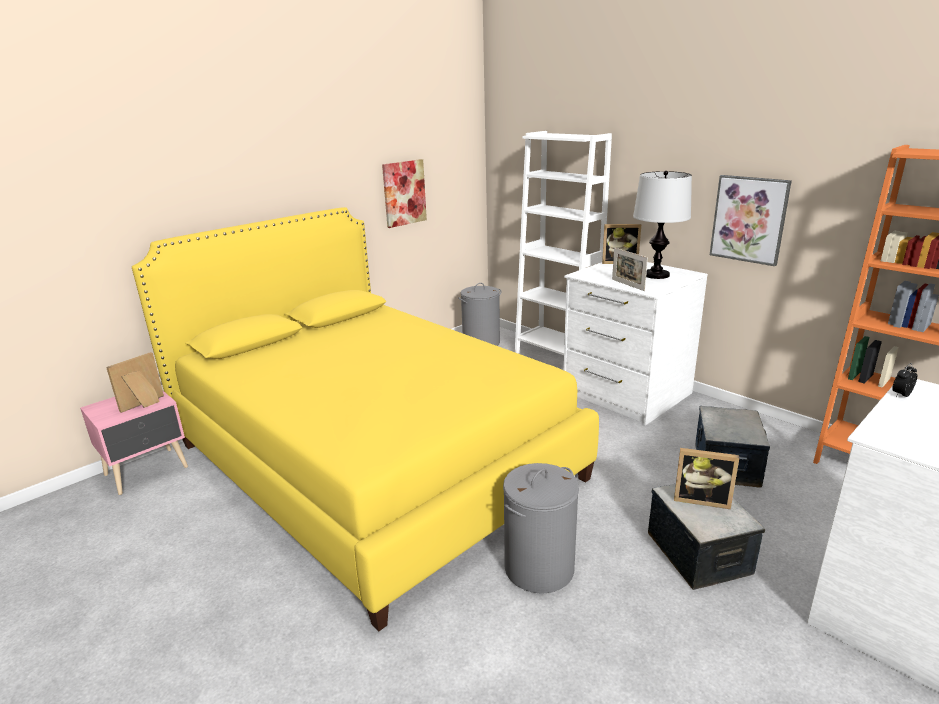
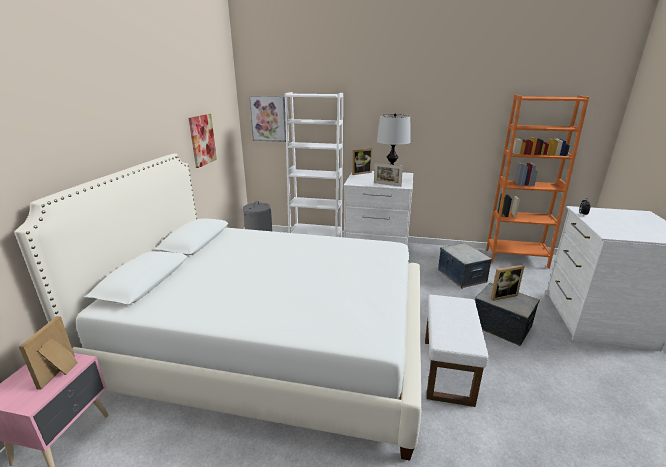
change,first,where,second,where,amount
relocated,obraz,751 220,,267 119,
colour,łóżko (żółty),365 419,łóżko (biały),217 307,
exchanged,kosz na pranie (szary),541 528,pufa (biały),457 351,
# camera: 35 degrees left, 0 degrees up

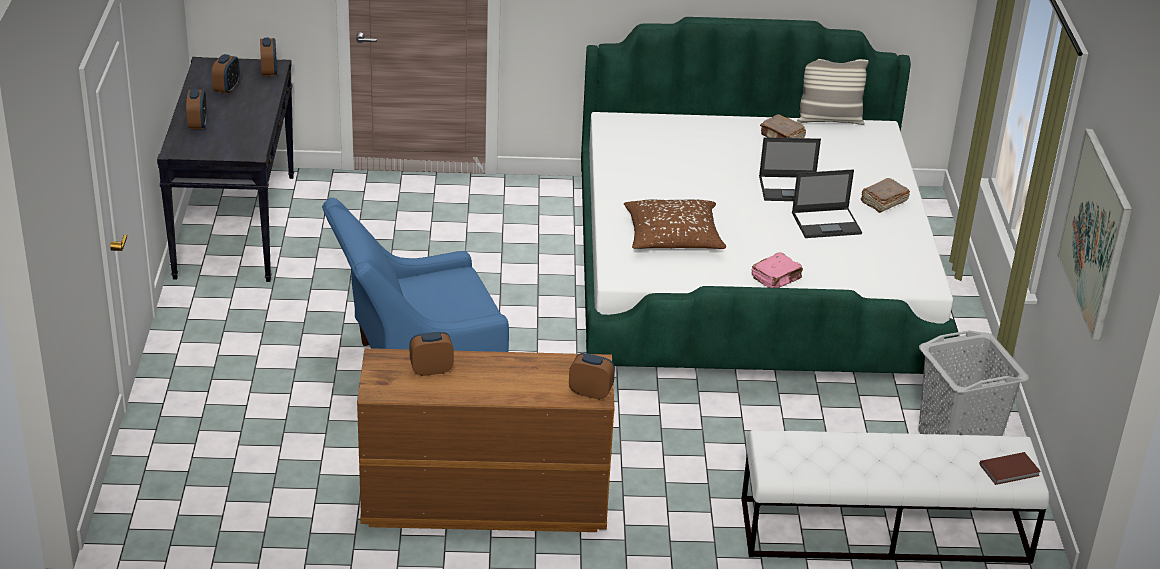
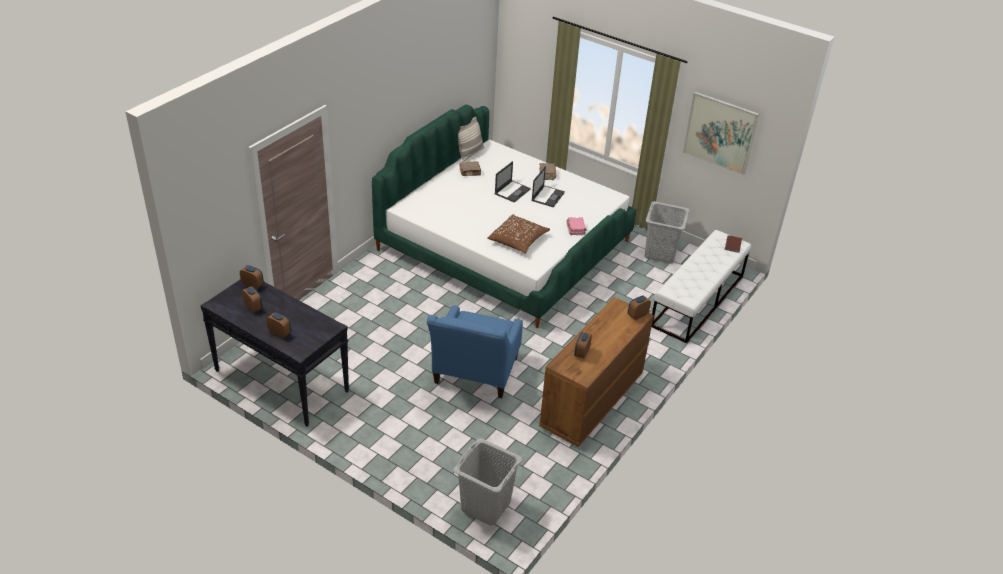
change,first,where,second,where,amount
appeared,,,kosz na pranie (szary),488 482,
# camera: 55 degrees left, 5 degrees up

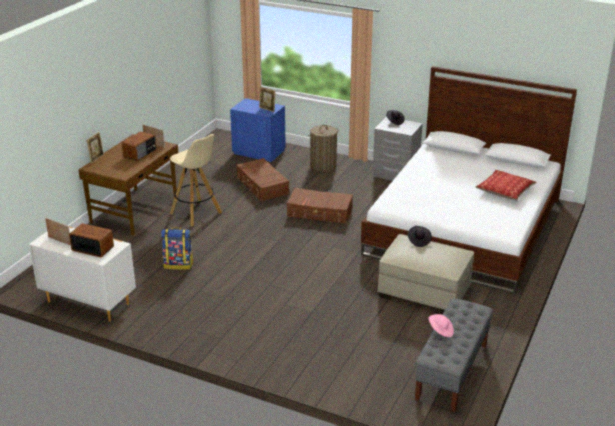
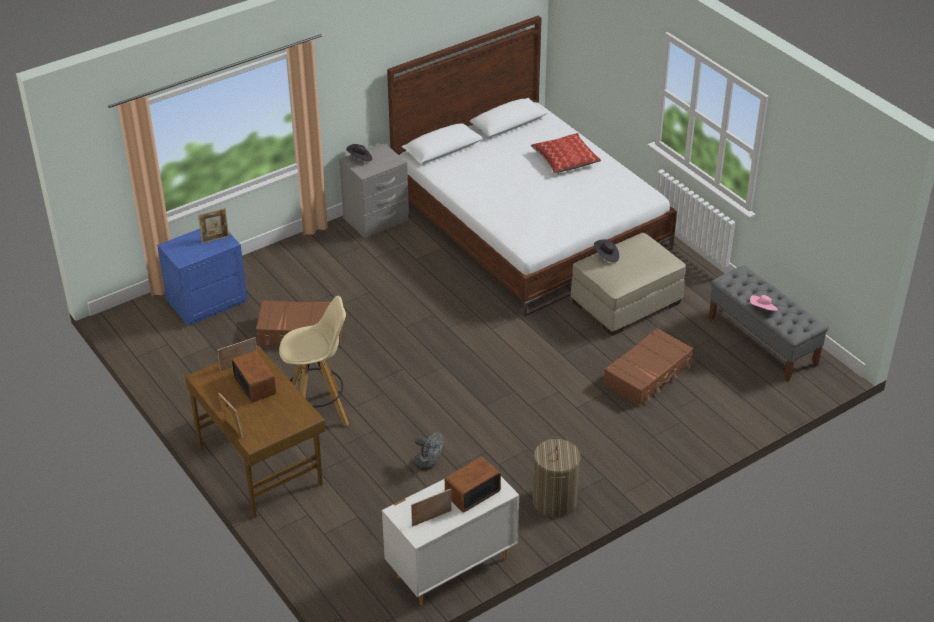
change,first,where,second,where,amount
relocated,kosz na pranie,324 148,,557 477,
relocated,walizka (brązowy),320 206,,648 367,
exchanged,plecak,177 248,wentylator (szary),428 451,
# camera: 60 degrees left, 10 degrees up

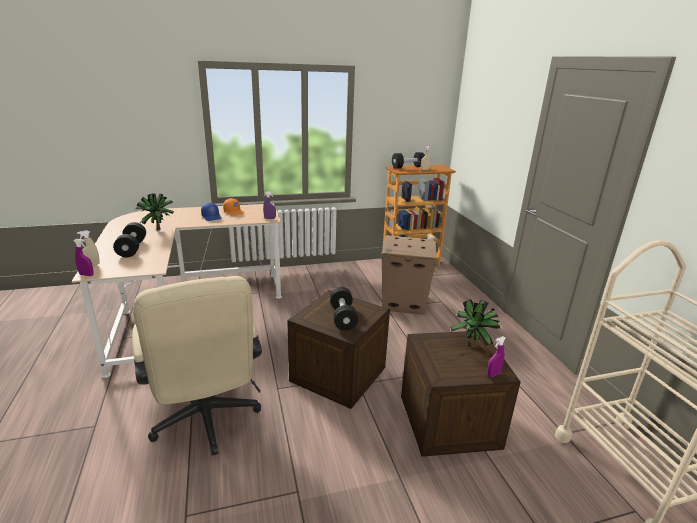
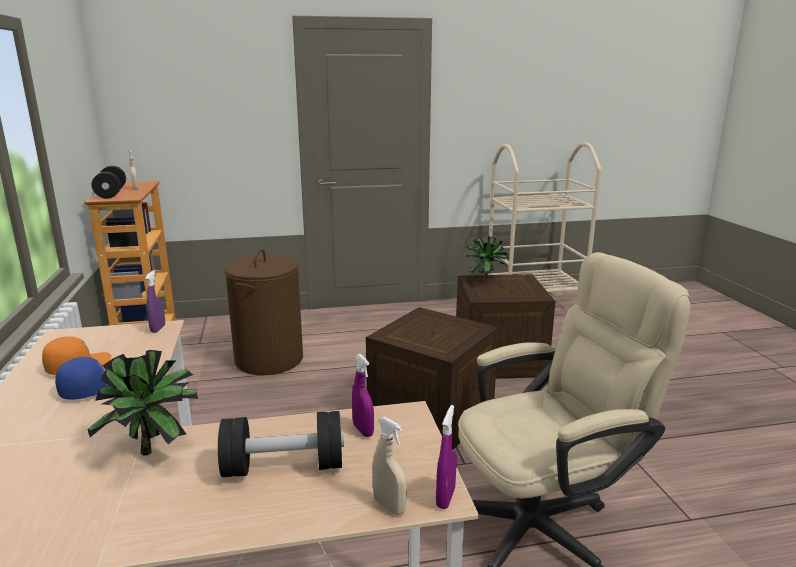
change,first,where,second,where,amount
exchanged,karton,408 275,kosz na pranie (brązowy),263 312,
missing,hantel (czarny),344 308,,,
relocated,spryskiwacz (fioletowy),496 356,,363 395,
# camera: 85 degrees left, 5 degrees down

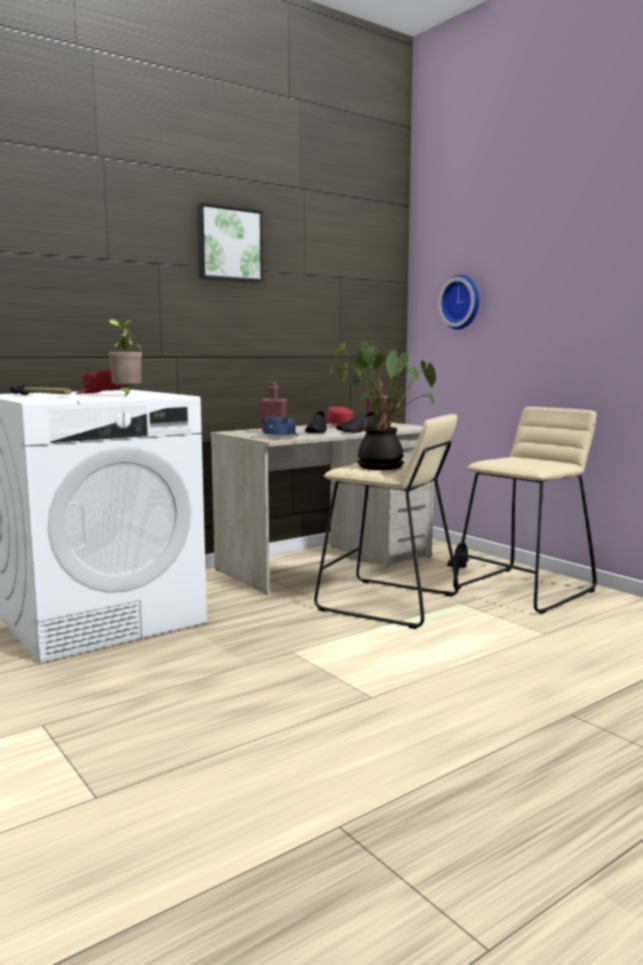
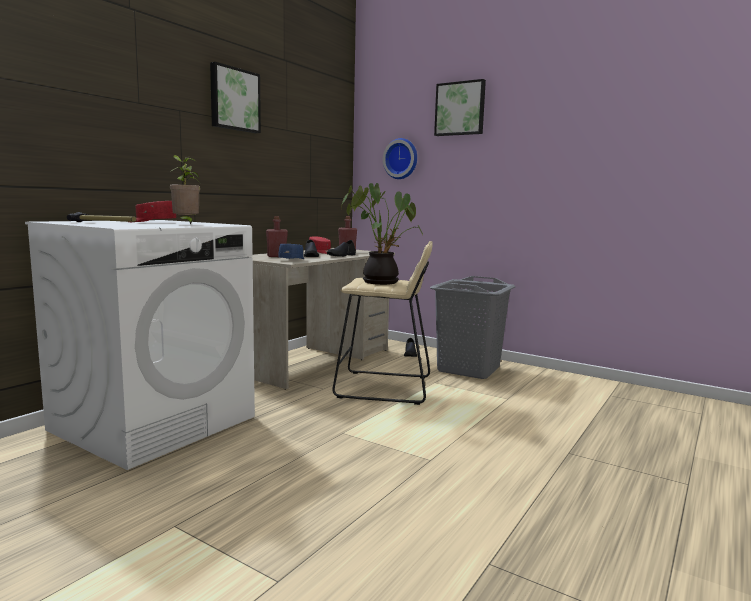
change,first,where,second,where,amount
exchanged,stołek (beżowy),525 510,kosz na pranie (szary),473 327,
appeared,,,obraz,460 107,
# camera: 20 degrees left, 0 degrees up

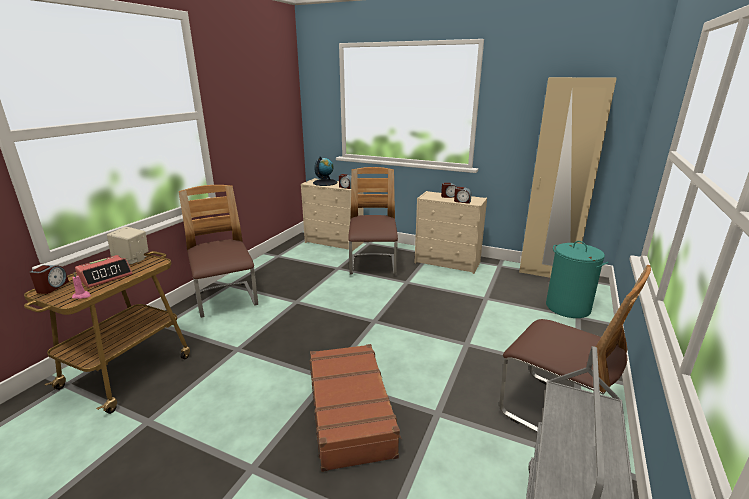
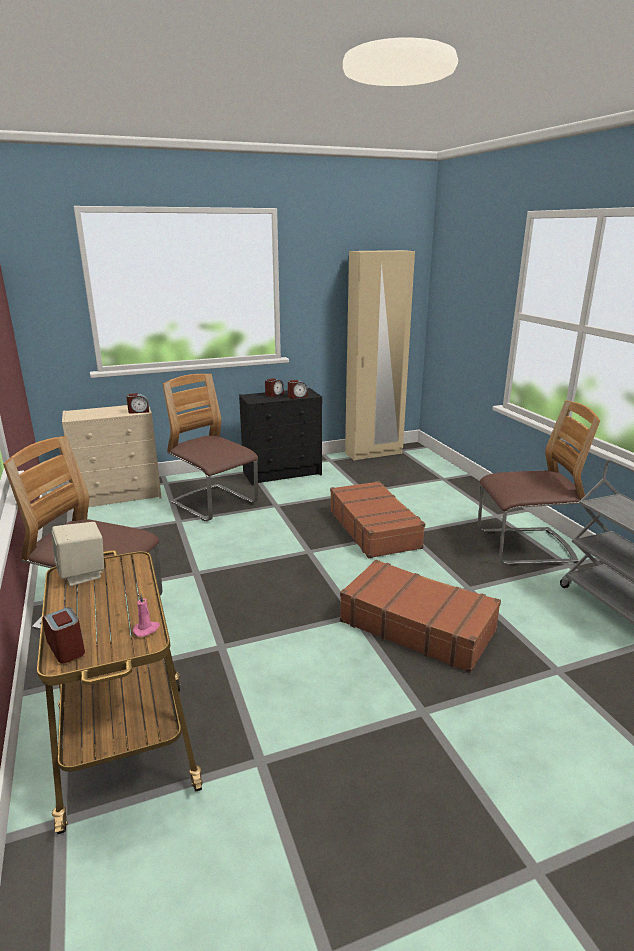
change,first,where,second,where,amount
missing,globus,325 171,,,
colour,komoda (beżowy),450 232,komoda (czarny),280 436,
missing,kosz na pranie (turkusowy),577 279,,,
missing,budzik,103 271,,,
appeared,,,walizka (brązowy),377 519,
# camera: 45 degrees left, 0 degrees up

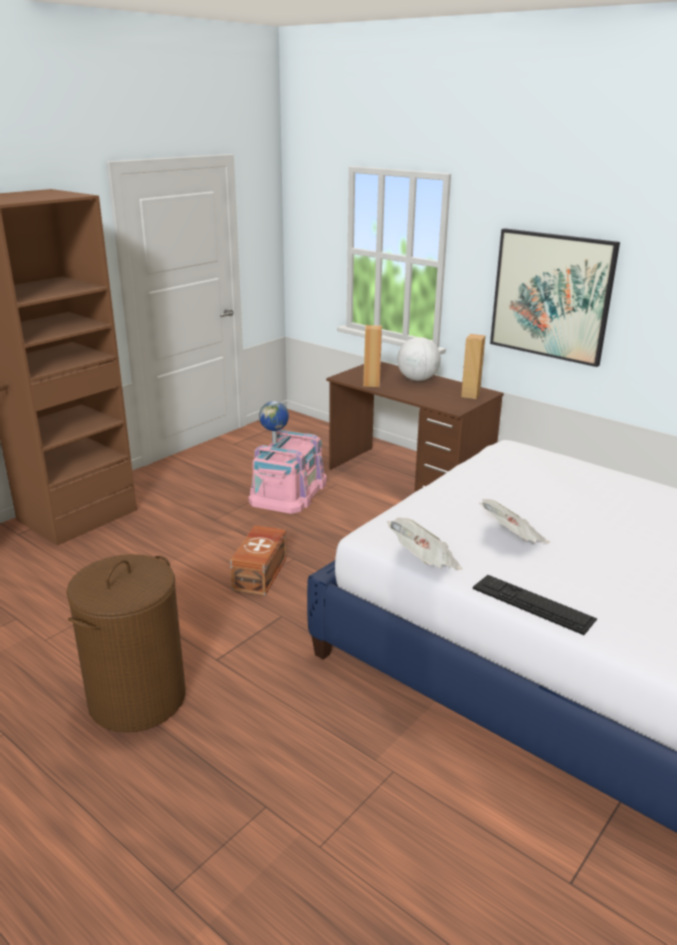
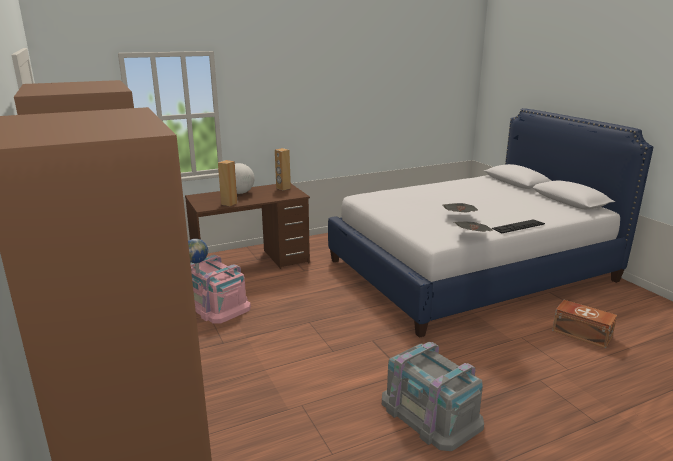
change,first,where,second,where,amount
missing,obraz,555 297,,,
relocated,pojemnik do przechowywania (brązowy),258 560,,584 324,
exchanged,kosz na pranie (brązowy),125 643,pojemnik do przechowywania (szary),433 396,
# camera: 65 degrees left, 5 degrees down

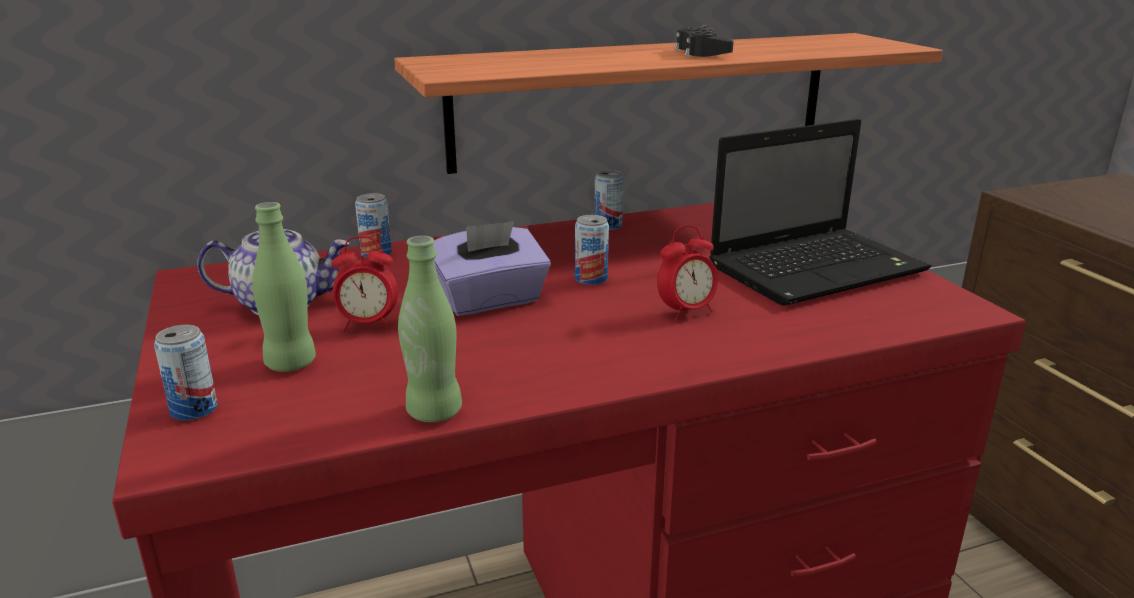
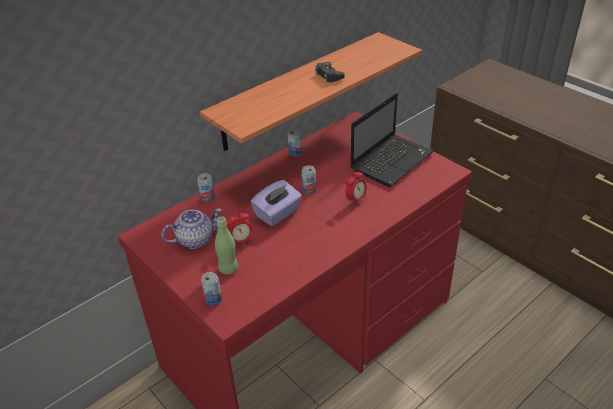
change,first,where,second,where,amount
missing,butelka (zielony),430 329,,,
# camera: 20 degrees left, 15 degrees up

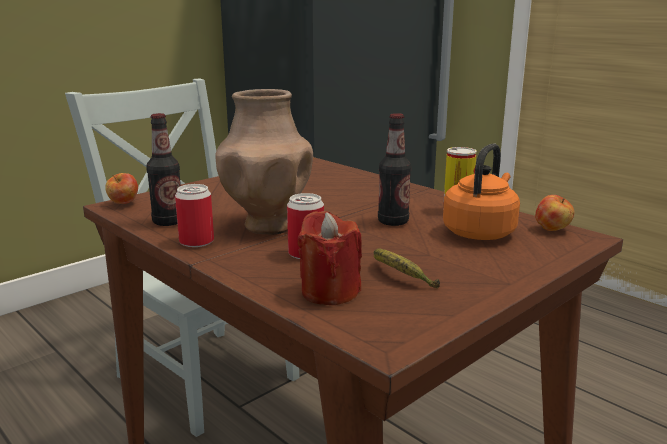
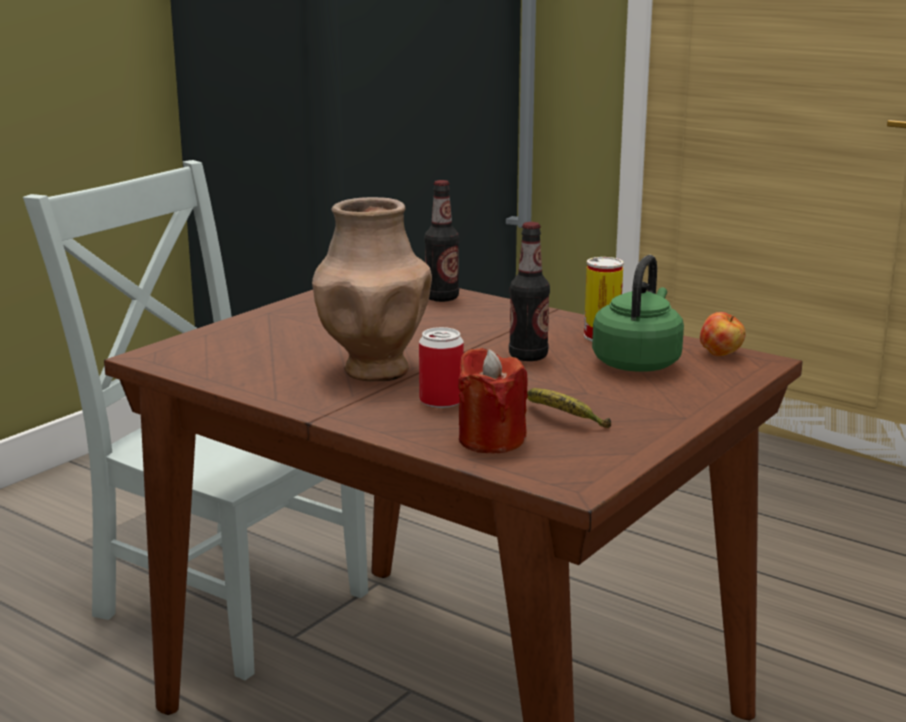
change,first,where,second,where,amount
relocated,butelka,163 169,,441 241,
colour,czajnik (pomarańczowy),481 191,czajnik (zielony),638 313,
missing,jabłko,121 188,,,
missing,puszka,194 215,,,
# camera: 10 degrees left, 0 degrees up

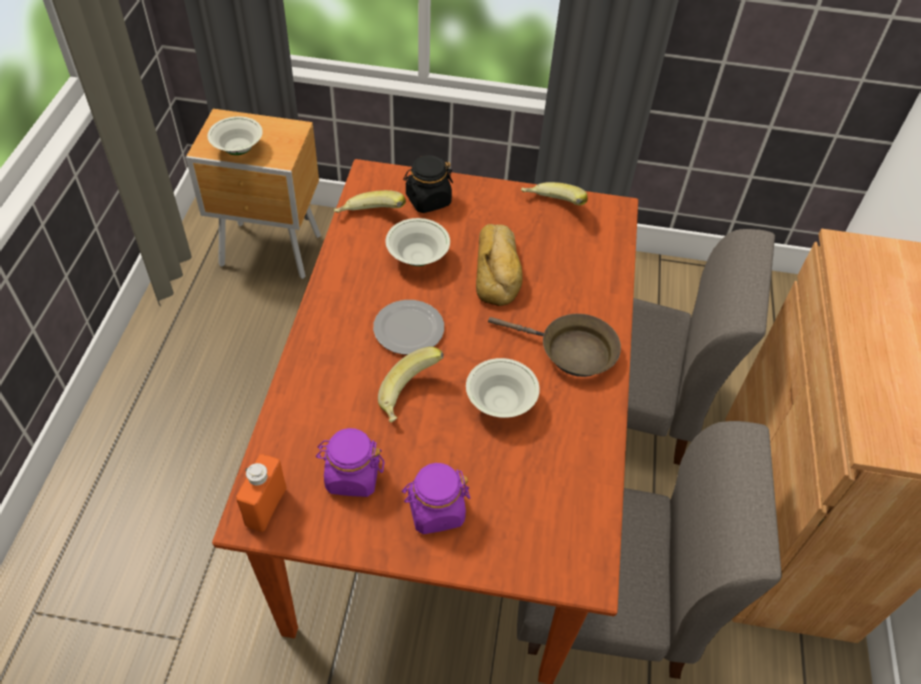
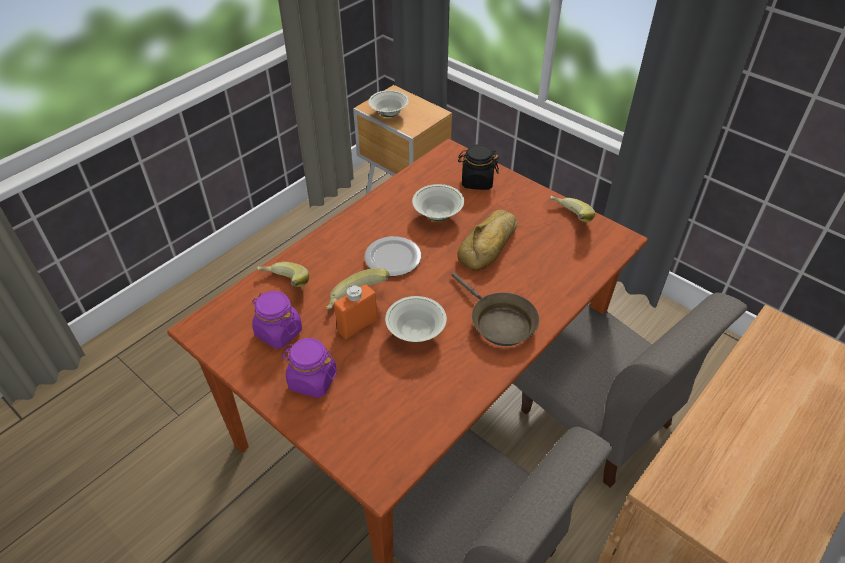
change,first,where,second,where,amount
relocated,banan,370 201,,283 274,
relocated,butelka (pomarańczowy),261 493,,356 311,
# camera: 35 degrees right, 5 degrees down

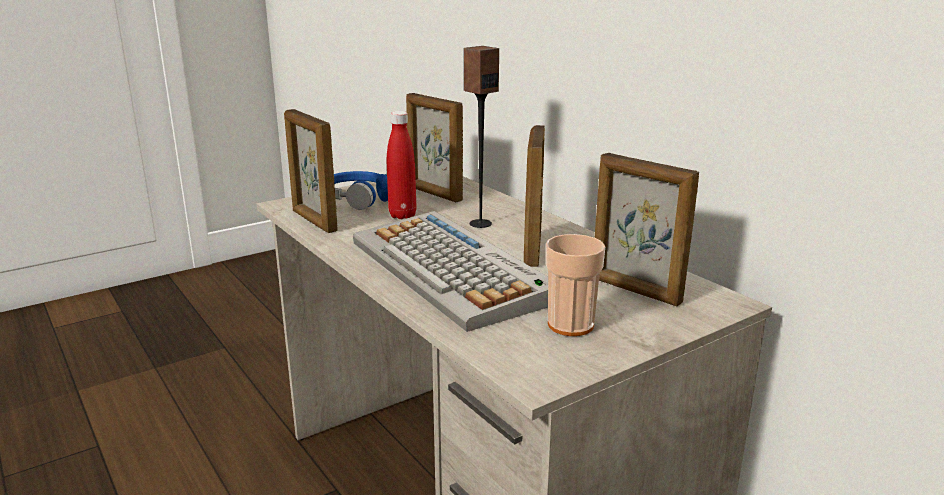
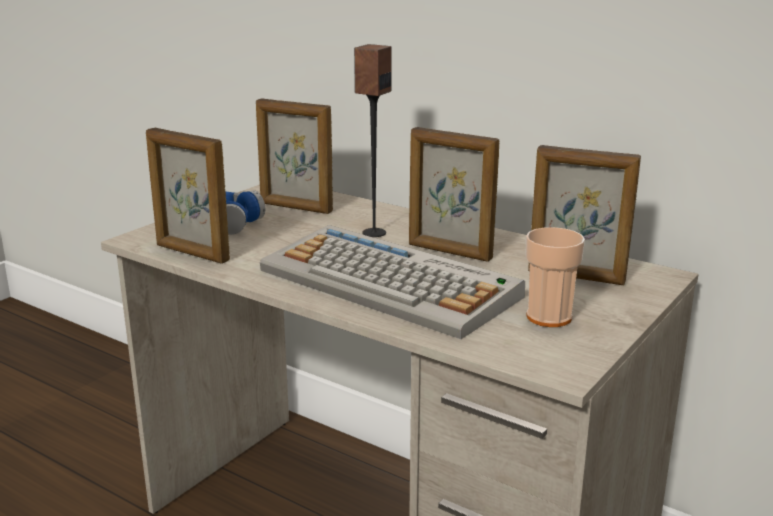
change,first,where,second,where,amount
missing,butelka (czerwony),401 165,,,
spun,ramka na zdjęcie,534 196,,454 194,45 degrees counterclockwise
# camera: 20 degrees left, 0 degrees up

